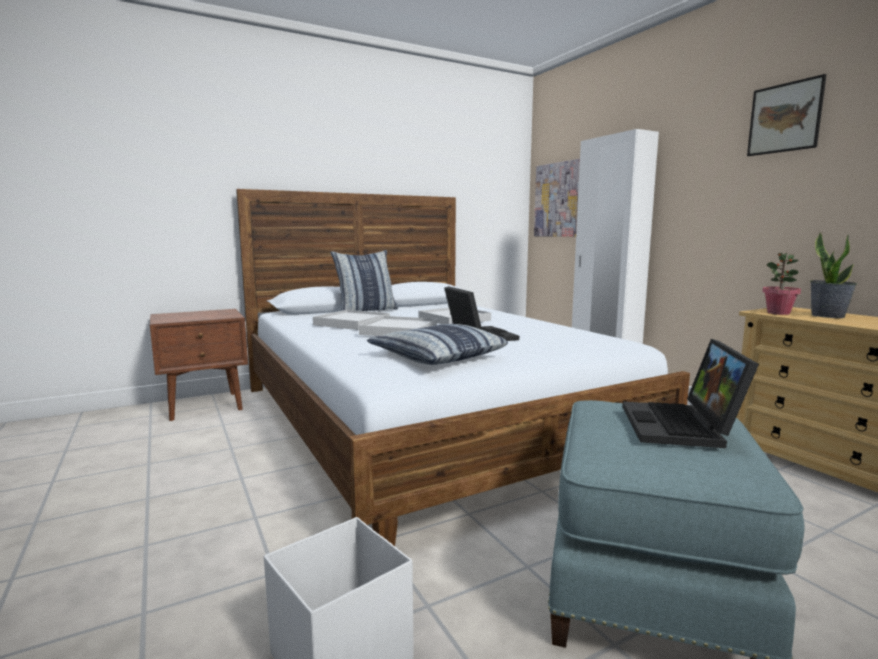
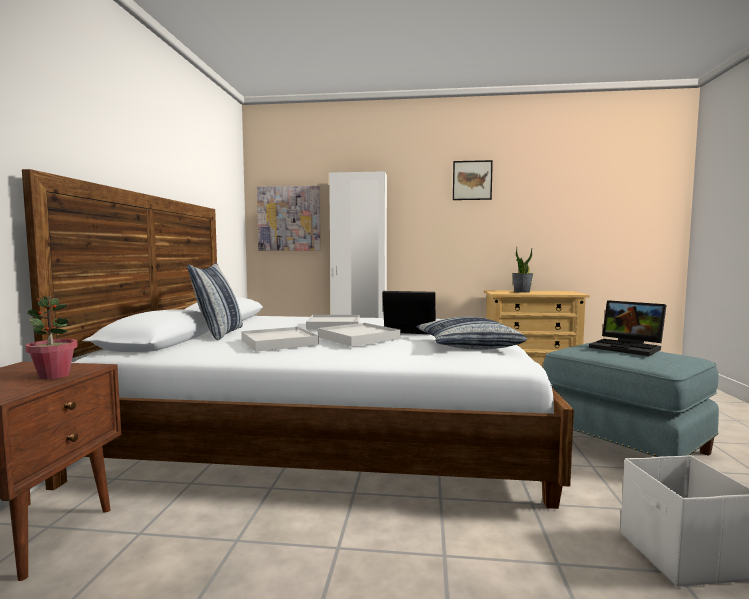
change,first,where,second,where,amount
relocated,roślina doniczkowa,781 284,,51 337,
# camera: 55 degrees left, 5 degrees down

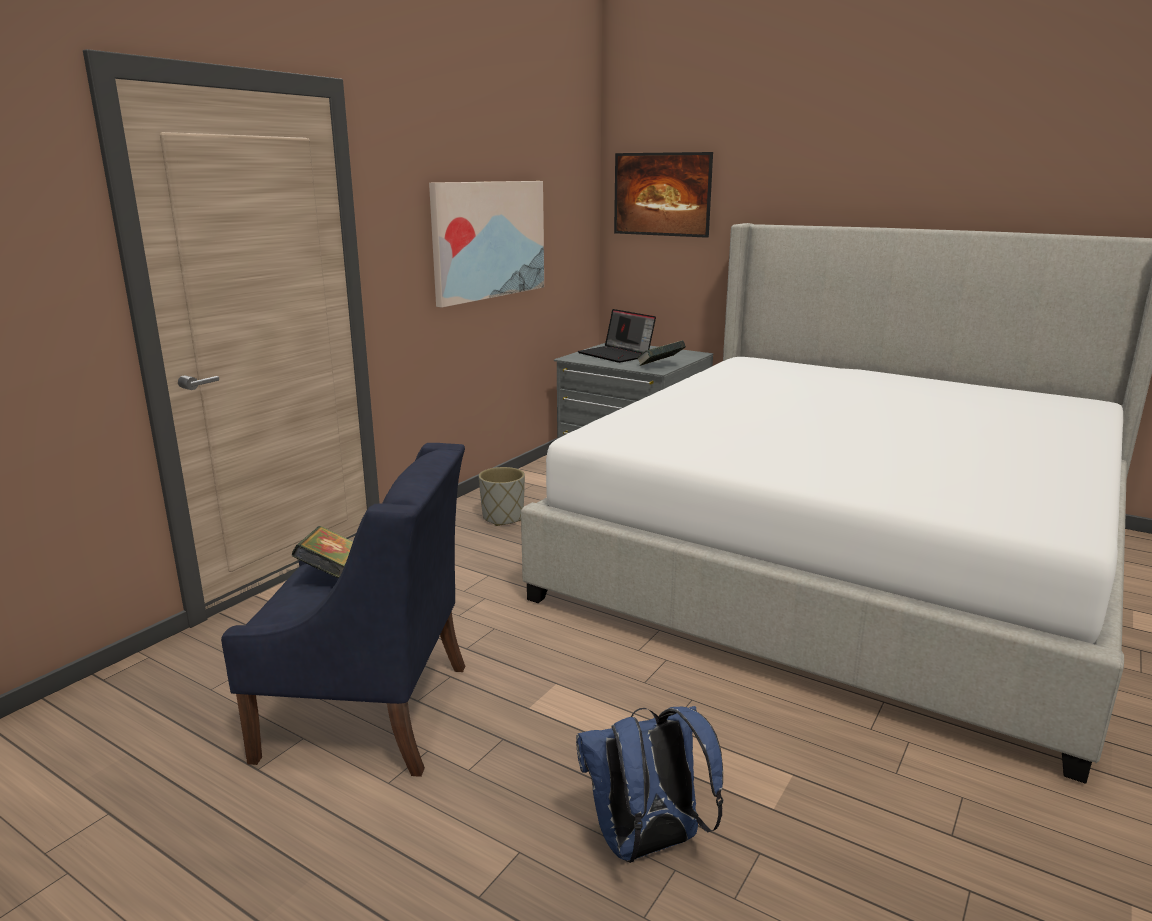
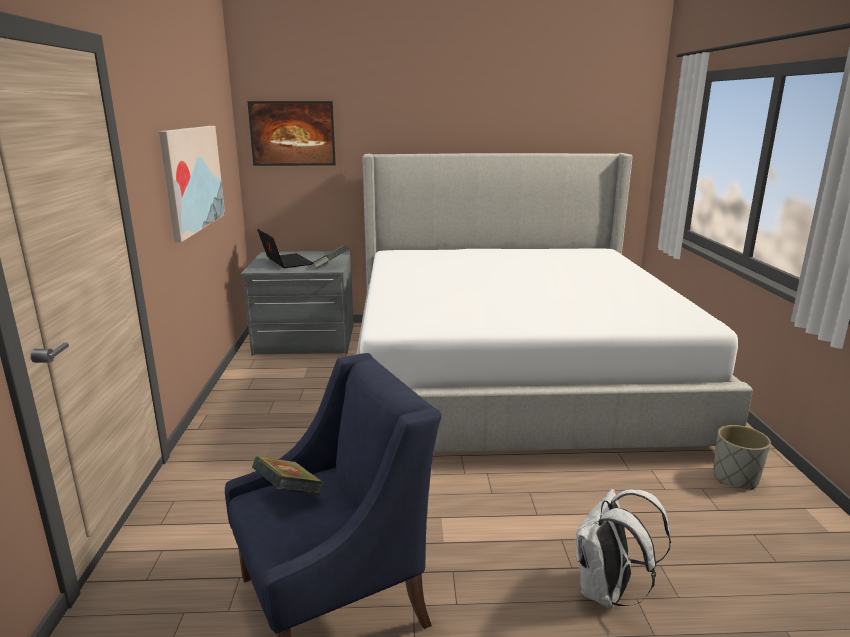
change,first,where,second,where,amount
spun,laptop,617 336,,285 248,135 degrees counterclockwise
relocated,donica (szary),502 496,,742 457,
colour,plecak (niebieski),649 784,plecak (biały),623 548,
# camera: 35 degrees left, 0 degrees up

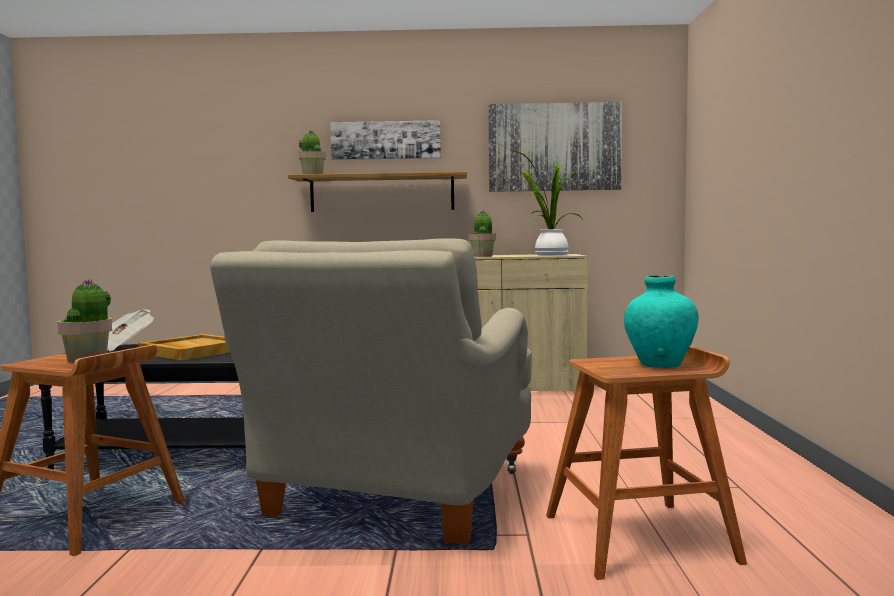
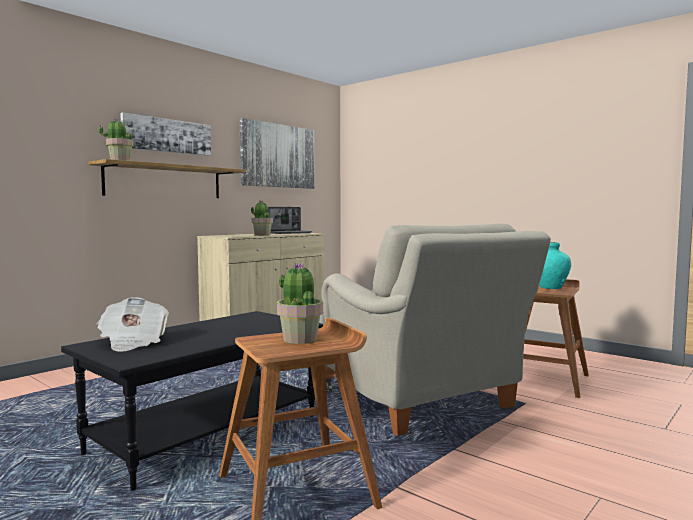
change,first,where,second,where,amount
exchanged,roślina doniczkowa,548 203,laptop,290 220,
missing,taca (beżowy),184 347,,,
# camera: 50 degrees left, 0 degrees up

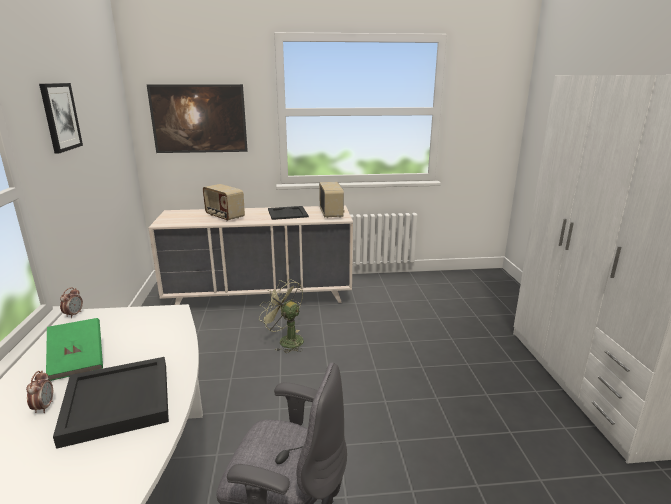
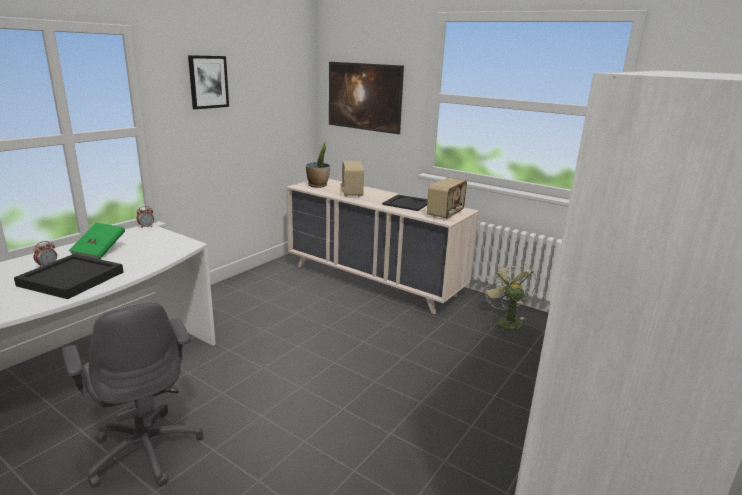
change,first,where,second,where,amount
relocated,wentylator (zielony),281 316,,510 297,
appeared,,,roślina doniczkowa,318 164,
# camera: 40 degrees right, 0 degrees up

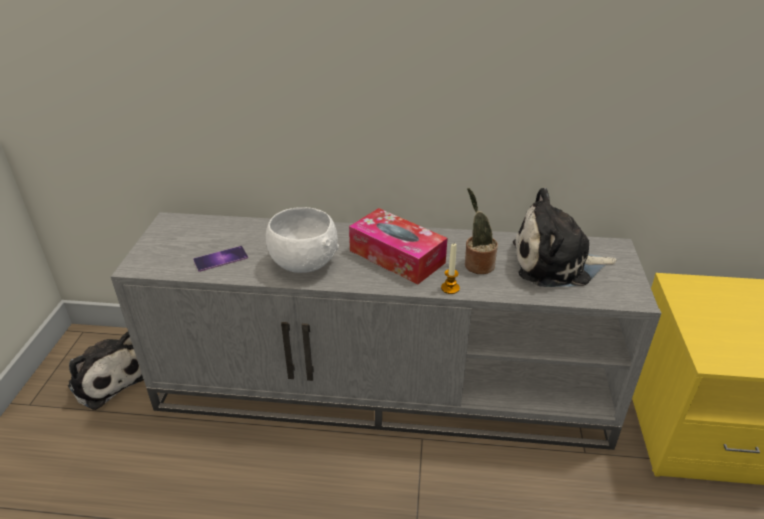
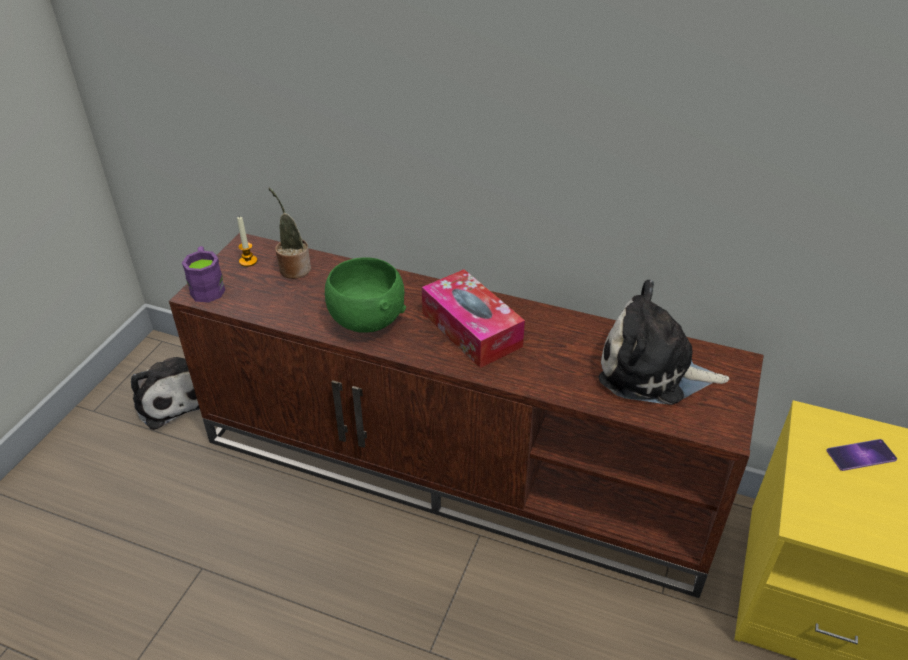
change,first,where,second,where,amount
relocated,roślina doniczkowa,481 231,,290 233,
colour,miska (biały),302 240,miska (zielony),365 295,
colour,szafka pod telewizor (szary),386 331,szafka pod telewizor (brązowy),466 415,
relocated,świeca,450 268,,247 241,
relocated,telefon,220 259,,861 455,
appeared,,,kubek (fioletowy),204 274,
# camera: 15 degrees right, 5 degrees up

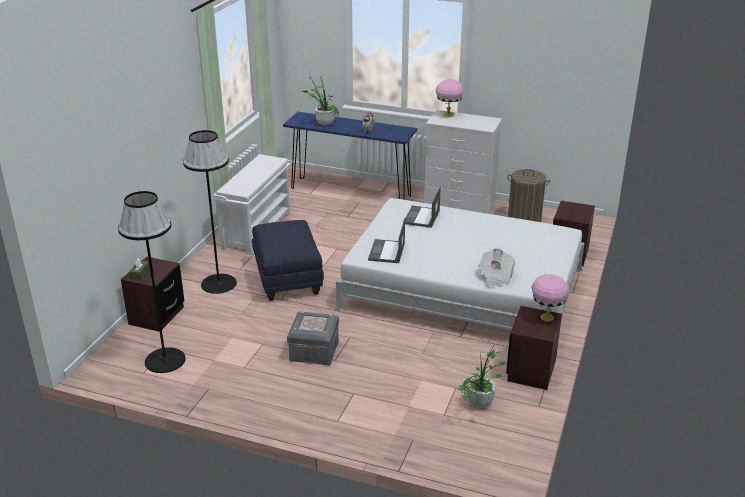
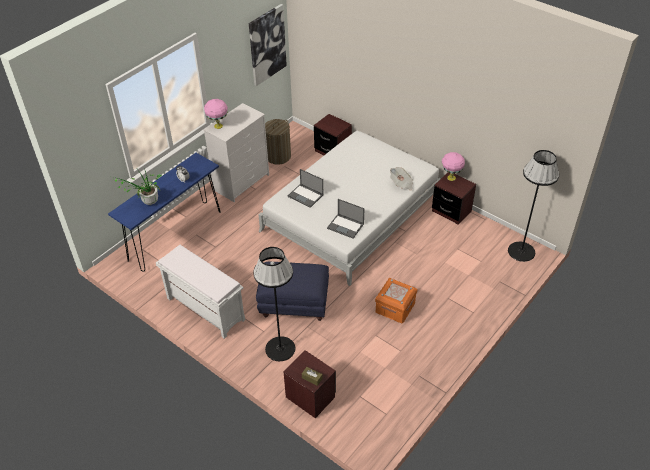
change,first,where,second,where,amount
relocated,lampa stojąca (czarny),152 282,,533 206,
colour,pojemnik do przechowywania (szary),313 338,pojemnik do przechowywania (pomarańczowy),396 301,
missing,roślina doniczkowa,482 376,,,
appeared,,,obraz,268 45,
# camera: 70 degrees left, 15 degrees up

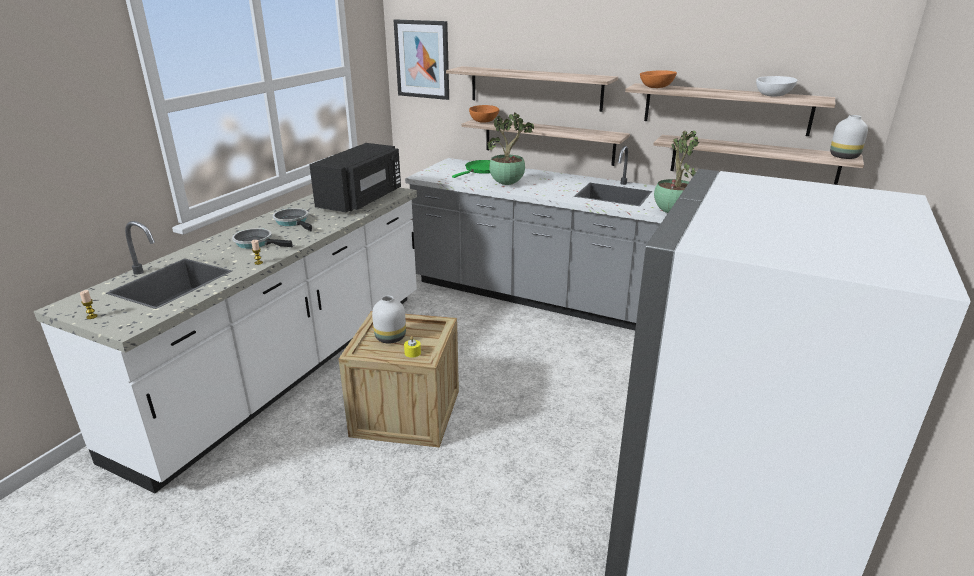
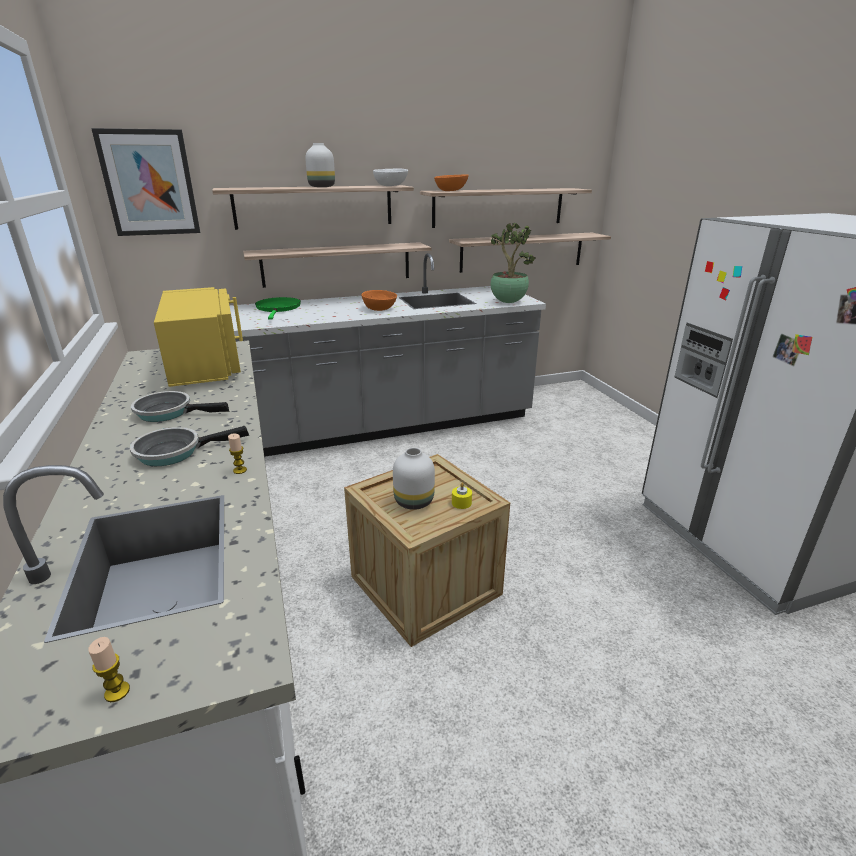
change,first,where,second,where,amount
relocated,miska (biały),776 86,,390 177,
relocated,miska (pomarańczowy),484 114,,379 300,
missing,roślina doniczkowa,510 148,,,
relocated,wazon (biały),849 137,,320 165,
colour,mikrofalówka (czarny),355 177,mikrofalówka (żółty),198 337,
# camera: 45 degrees left, 0 degrees up

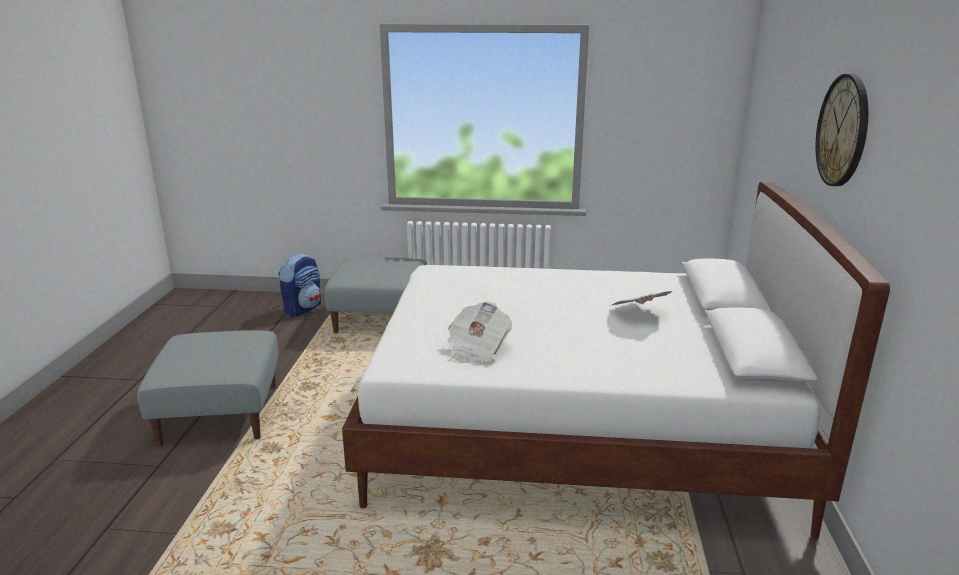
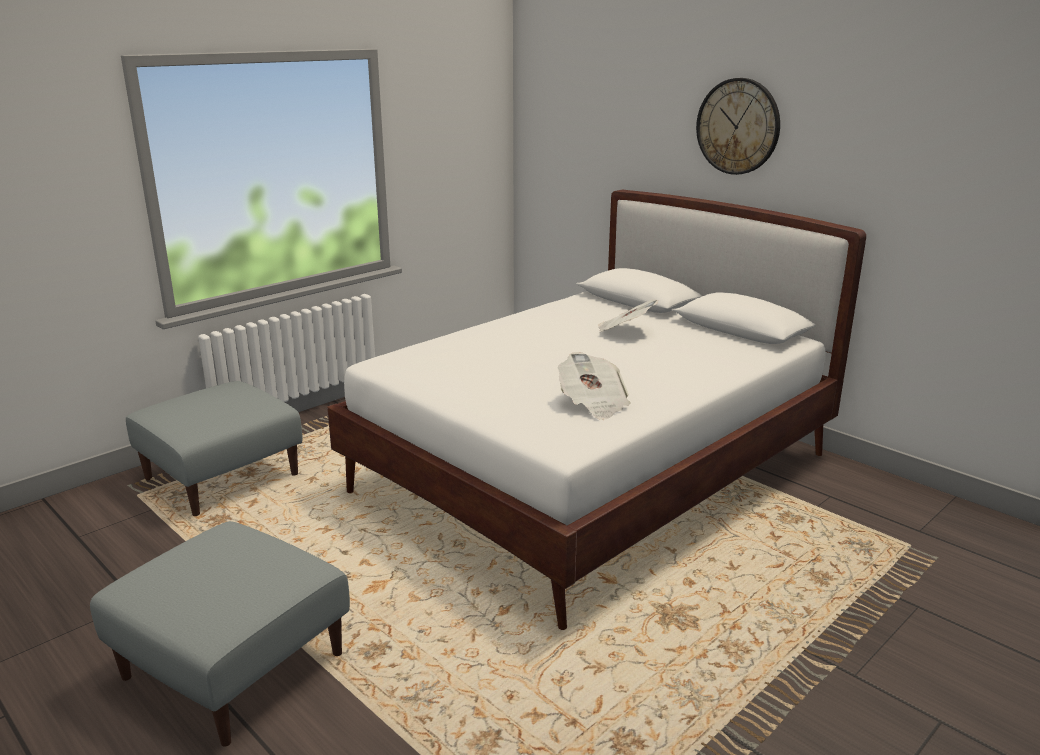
change,first,where,second,where,amount
missing,plecak,300 284,,,
# camera: 50 degrees left, 0 degrees up

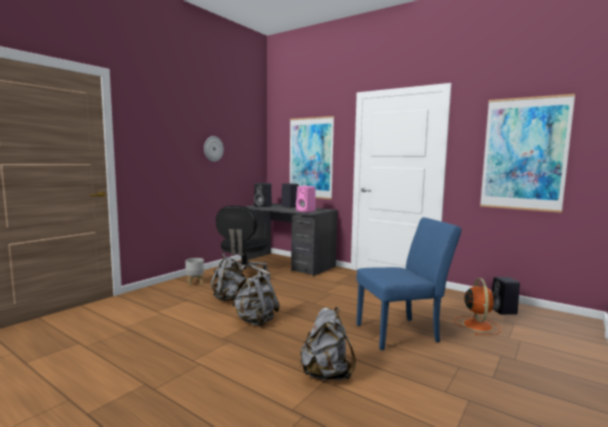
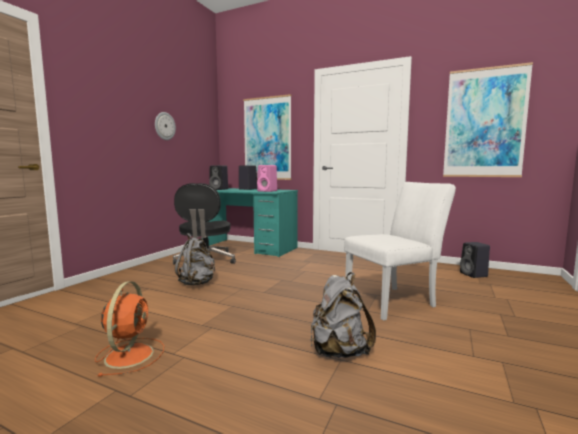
change,first,where,second,where,amount
colour,biurko (szary),291 239,biurko (turkusowy),250 222,
colour,krzesło (niebieski),408 283,krzesło (biały),400 251,
missing,donica (szary),194 272,,,
missing,plecak (szary),256 299,,,
relocated,wentylator (pomarańczowy),477 306,,129 329,
# camera: 10 degrees left, 0 degrees up

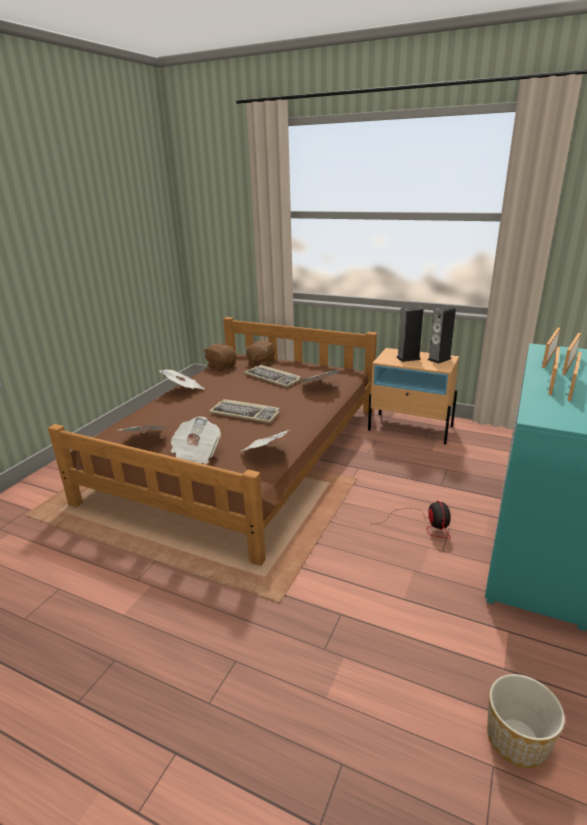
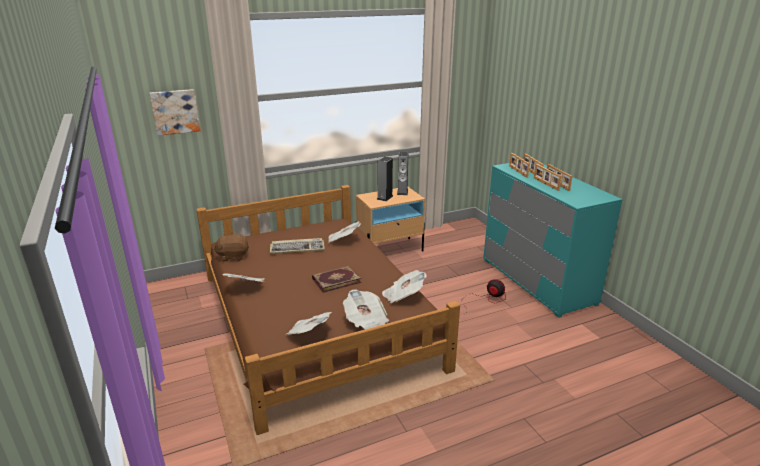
change,first,where,second,where,amount
missing,pluszak (brązowy),260 353,,,
exchanged,klawiatura,244 411,książka,336 279,
missing,donica,526 721,,,
appeared,,,obraz,175 112,
# camera: 50 degrees left, 0 degrees up

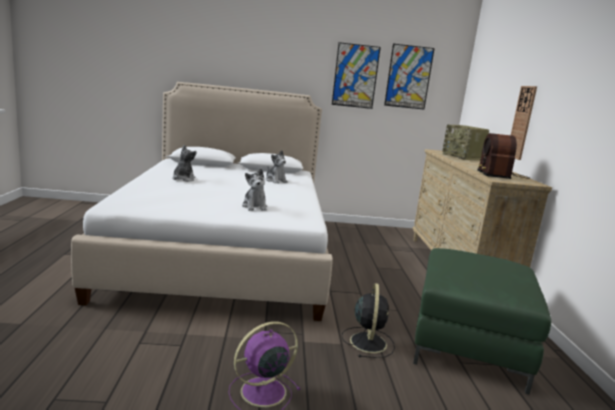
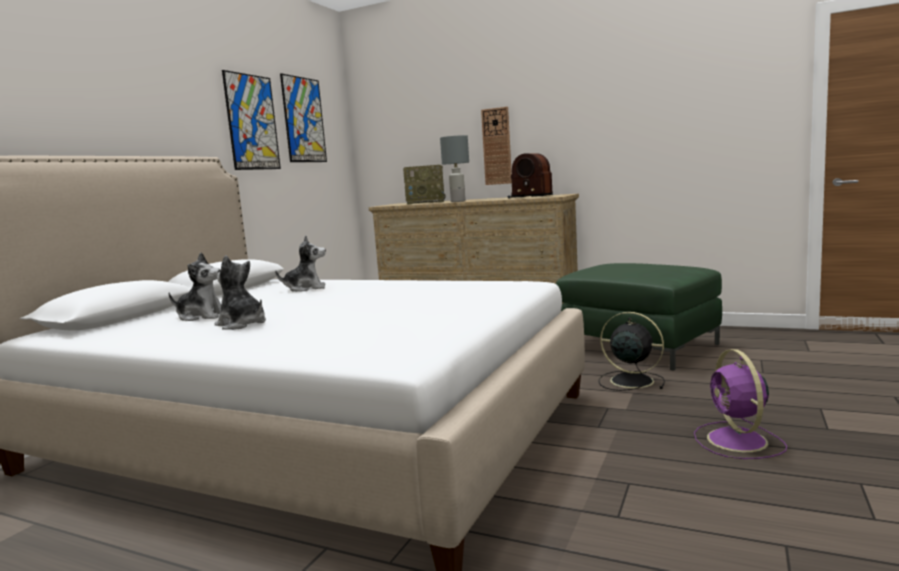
change,first,where,second,where,amount
relocated,pluszak,254 189,,195 287,
appeared,,,lampa stołowa (szary),454 168,
# camera: 60 degrees left, 5 degrees down

